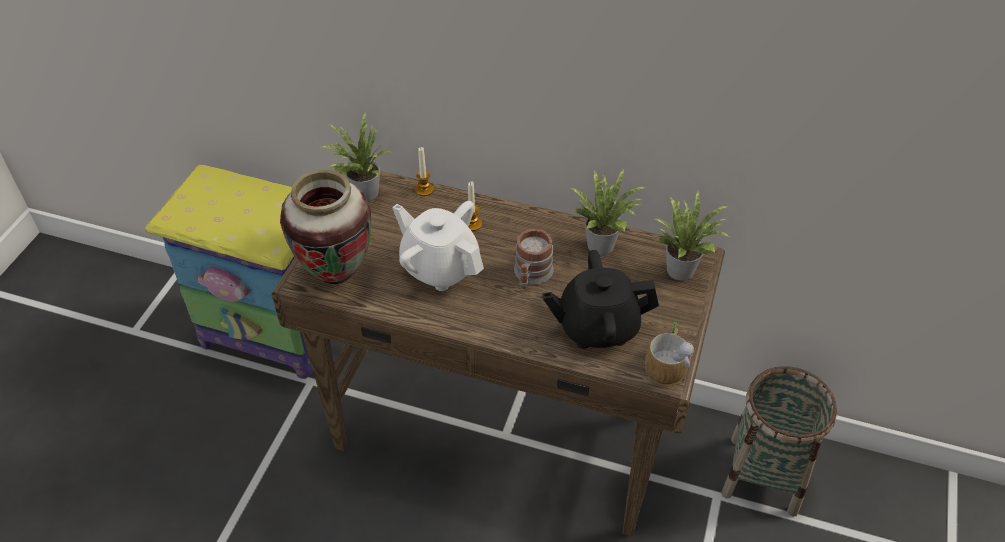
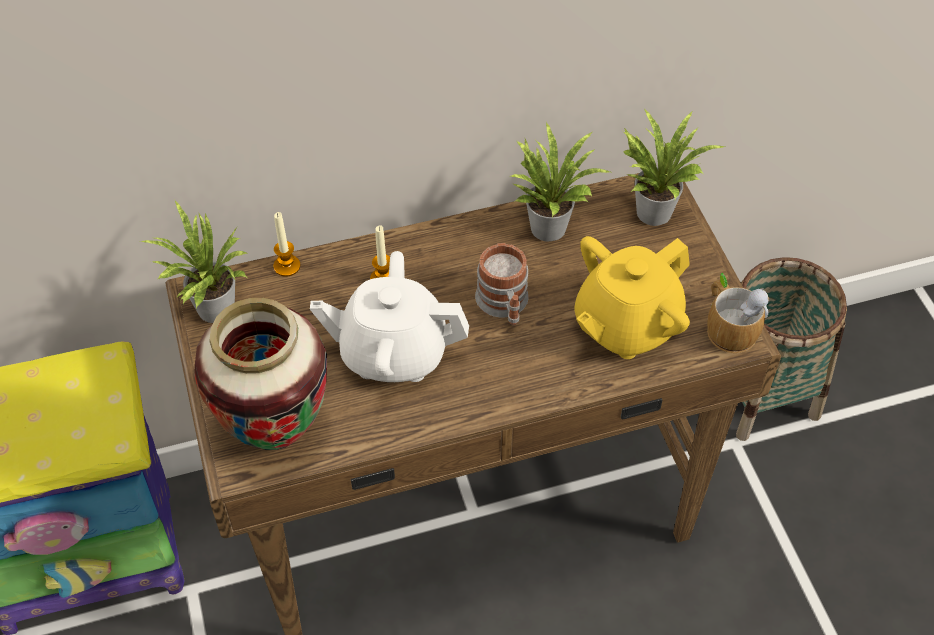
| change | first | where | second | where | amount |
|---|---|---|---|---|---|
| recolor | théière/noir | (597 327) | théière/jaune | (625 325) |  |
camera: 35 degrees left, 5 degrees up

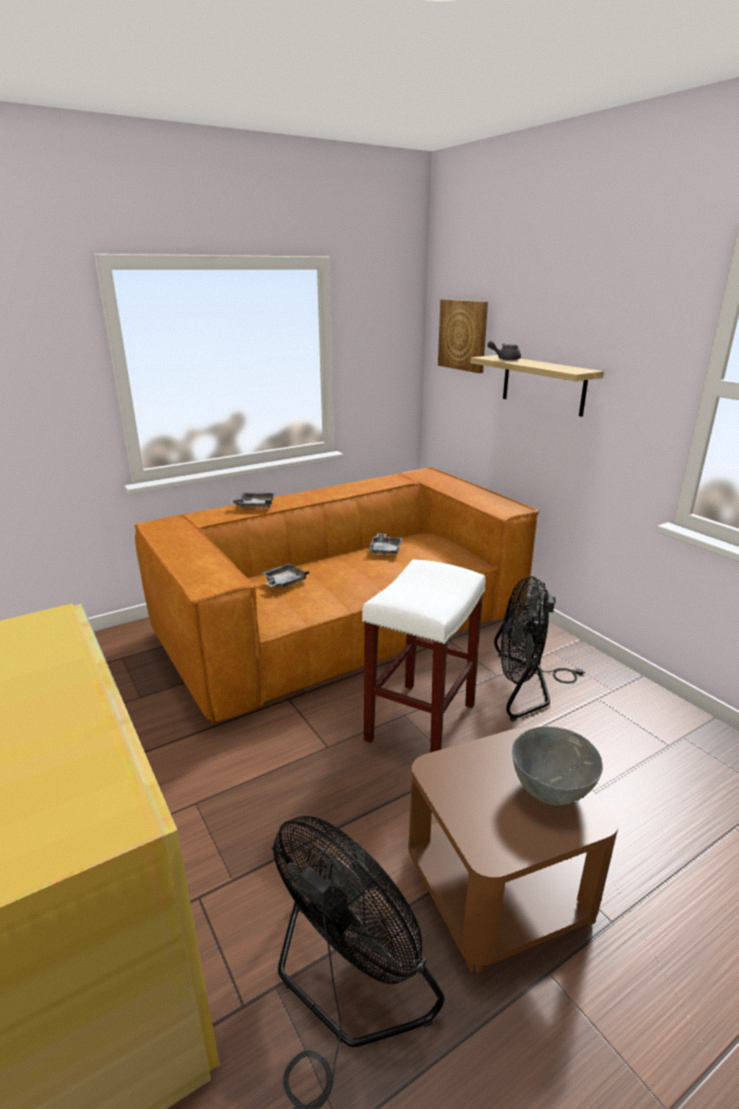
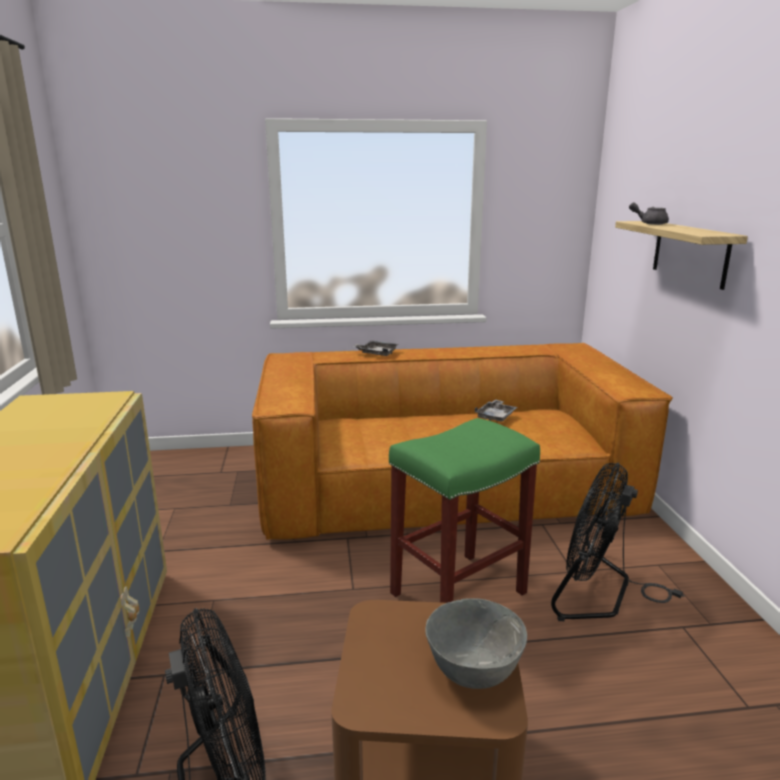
| change | first | where | second | where | amount |
|---|---|---|---|---|---|
| recolor | tabouret/blanc | (421 723) | tabouret/vert | (457 594) |  |
| delete | plateau/gris | (284 582) |  |  |  |
| delete | tableau | (463 335) |  |  |  |
camera: 25 degrees right, 5 degrees down

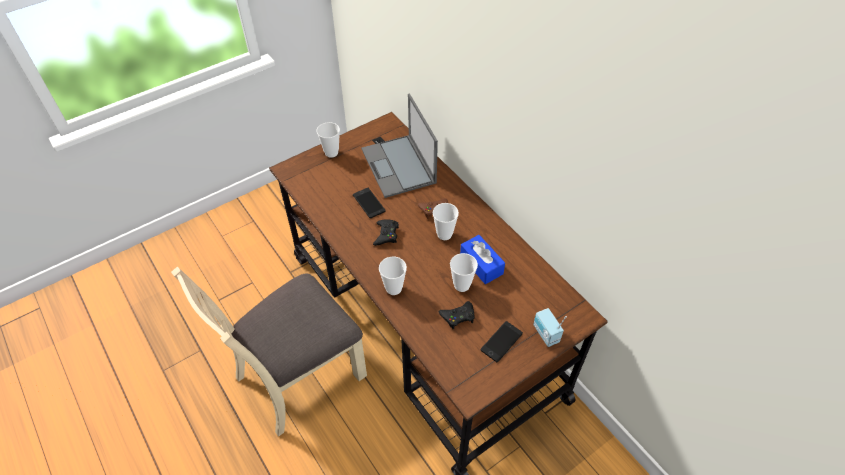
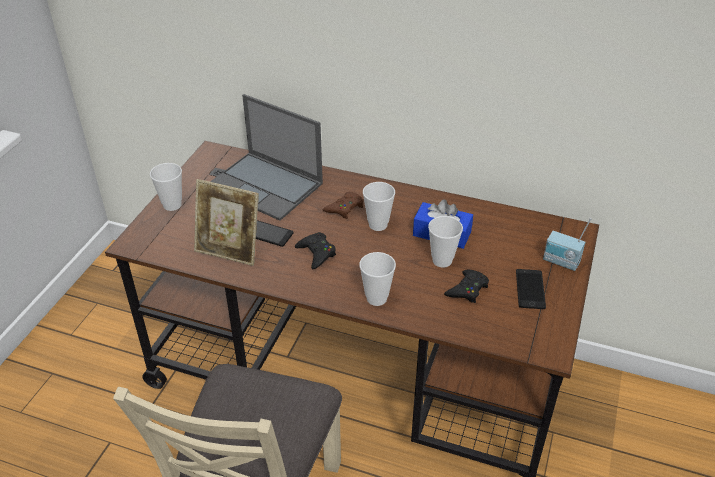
| change | first | where | second | where | amount |
|---|---|---|---|---|---|
| insert |  |  | cadre photo | (229 250) |  |
camera: 35 degrees left, 10 degrees down

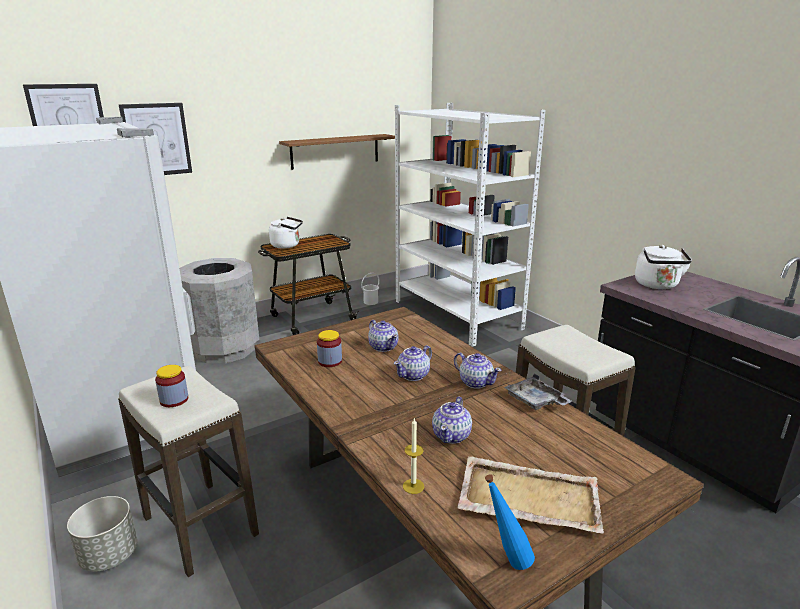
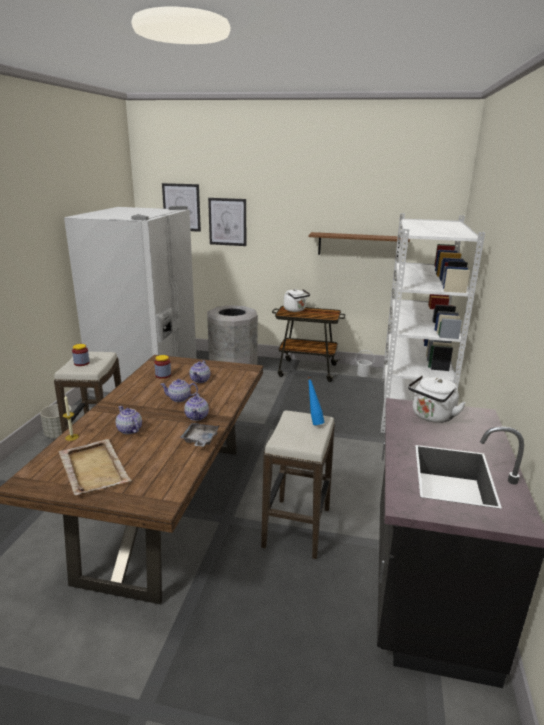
| change | first | where | second | where | amount |
|---|---|---|---|---|---|
| rotate | théière | (452 435) |  | (129 430) | 75 degrees clockwise |
| move | bouteille/bleu | (506 561) |  | (313 422) |  |
camera: 45 degrees right, 0 degrees up

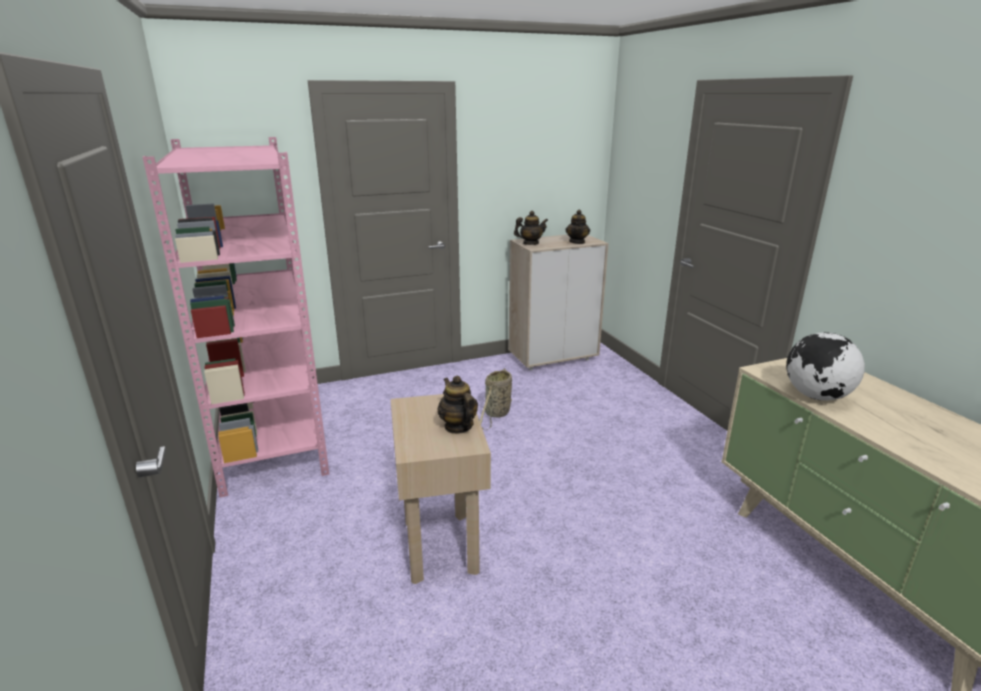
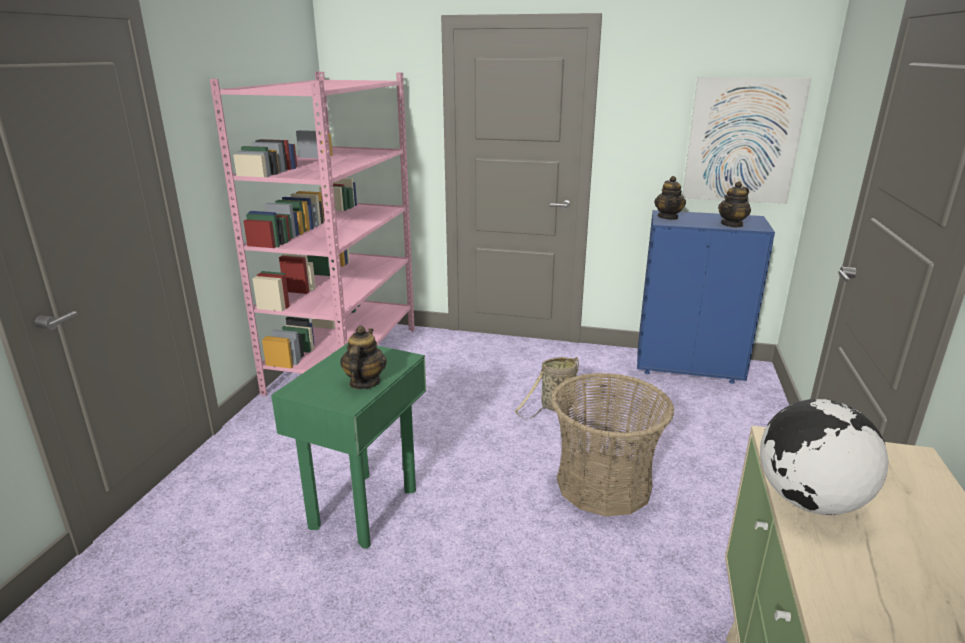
| change | first | where | second | where | amount |
|---|---|---|---|---|---|
| recolor | table d'appoint/beige | (441 545) | table d'appoint/vert | (365 508) |  |
| insert |  |  | panier | (604 484) |  |
| recolor | meuble de rangement/beige | (553 358) | meuble de rangement/bleu | (689 369) |  |
| rotate | théière | (530 243) |  | (668 217) | 75 degrees clockwise |
| insert |  |  | tableau | (742 141) |  |
camera: 35 degrees right, 0 degrees up

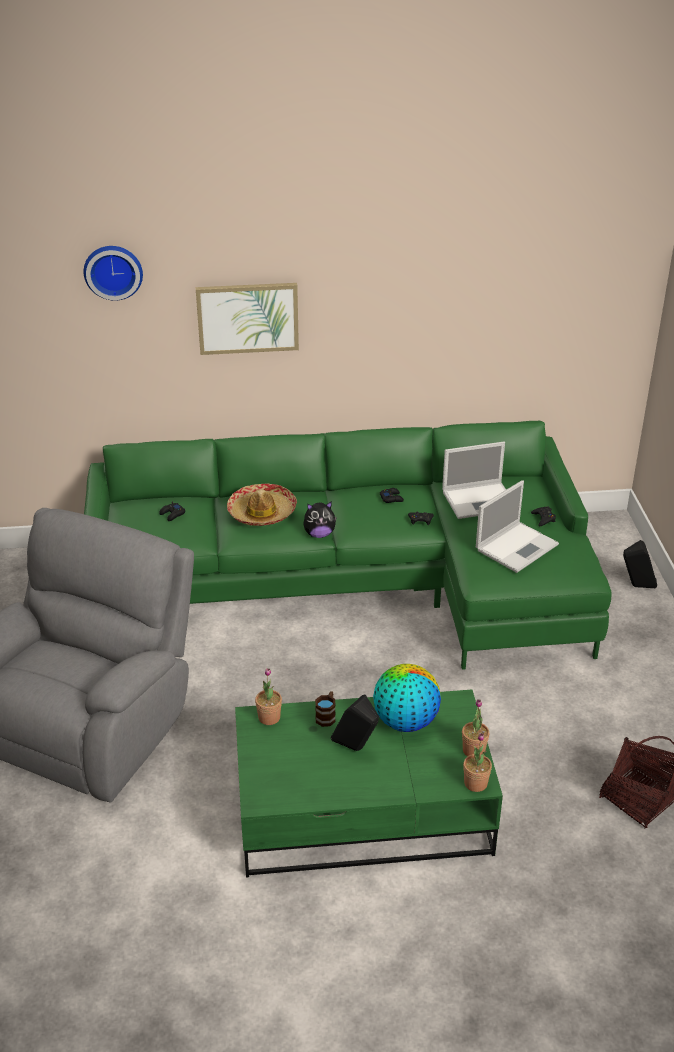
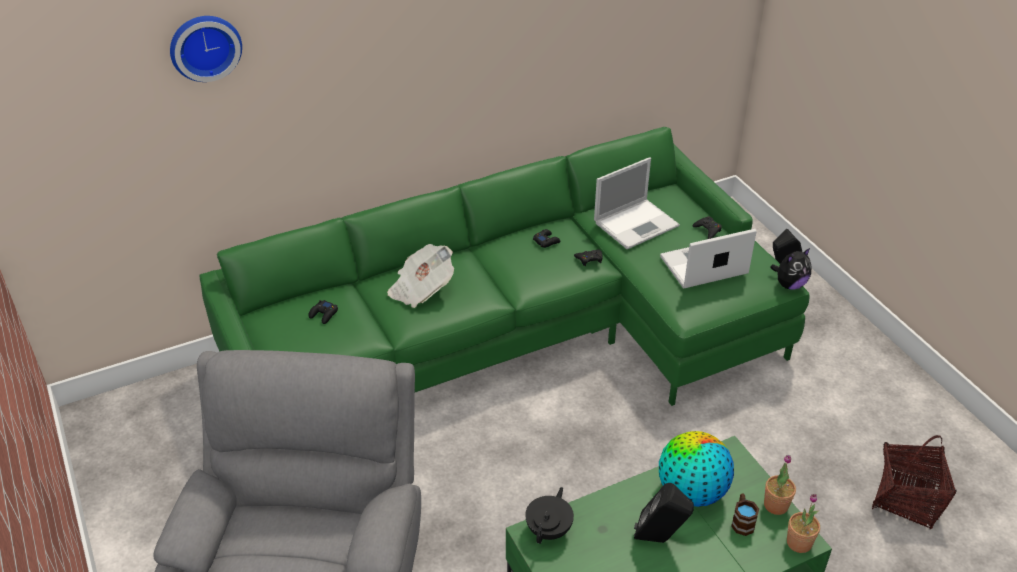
| change | first | where | second | where | amount |
|---|---|---|---|---|---|
| replace | chapeau | (262 512) | journal | (421 289) |  |
| replace | plante en pot | (269 717) | théière/noir | (549 530) |  |
| rotate | ordinateur portable | (517 546) |  | (702 266) | 135 degrees counterclockwise |
| move | mug/marron | (327 716) |  | (742 521) |  |
| move | peluche | (319 534) |  | (789 284) |  |
| delete | tableau | (247 317) |  |  |  |
camera: 20 degrees left, 5 degrees up

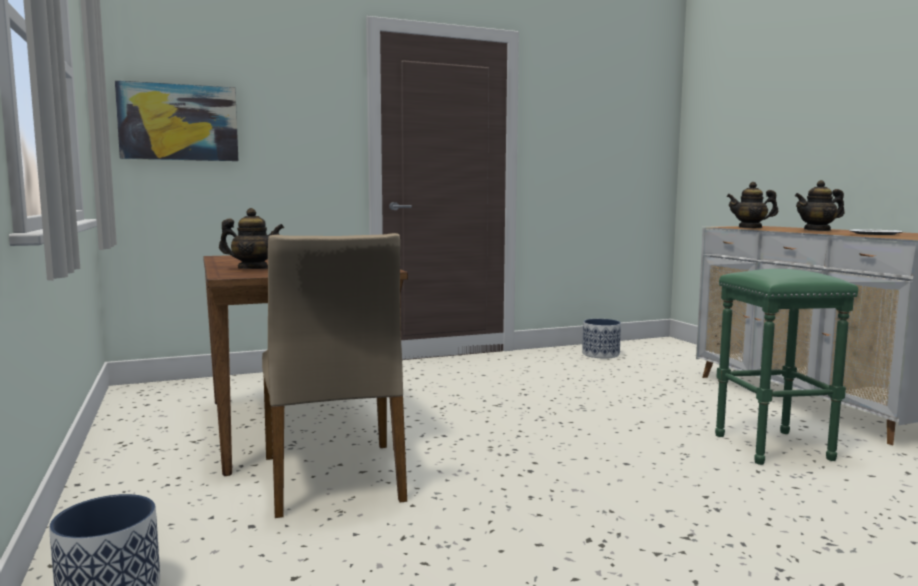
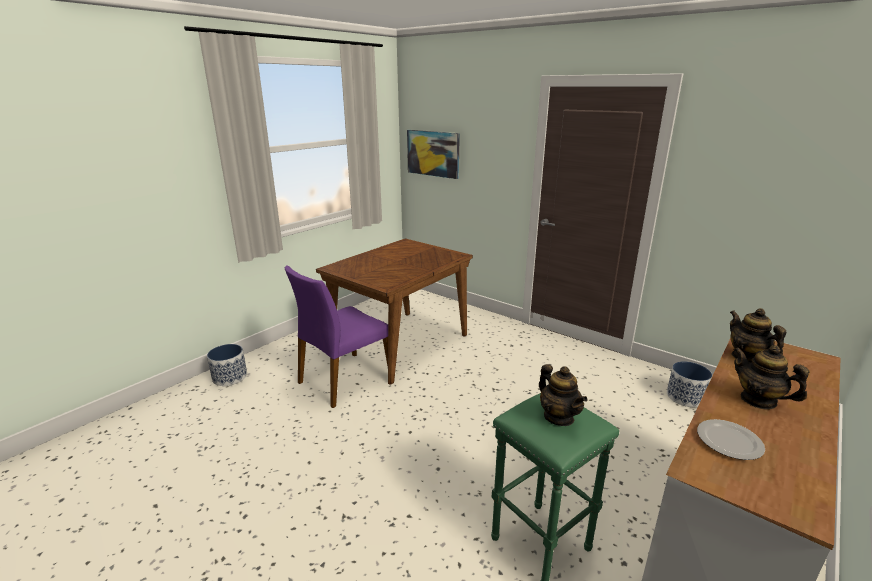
| change | first | where | second | where | amount |
|---|---|---|---|---|---|
| recolor | chaise/beige | (334 478) | chaise/violet | (344 379) |  |
| move | théière | (253 269) |  | (558 417) |  |
camera: 60 degrees right, 15 degrees up

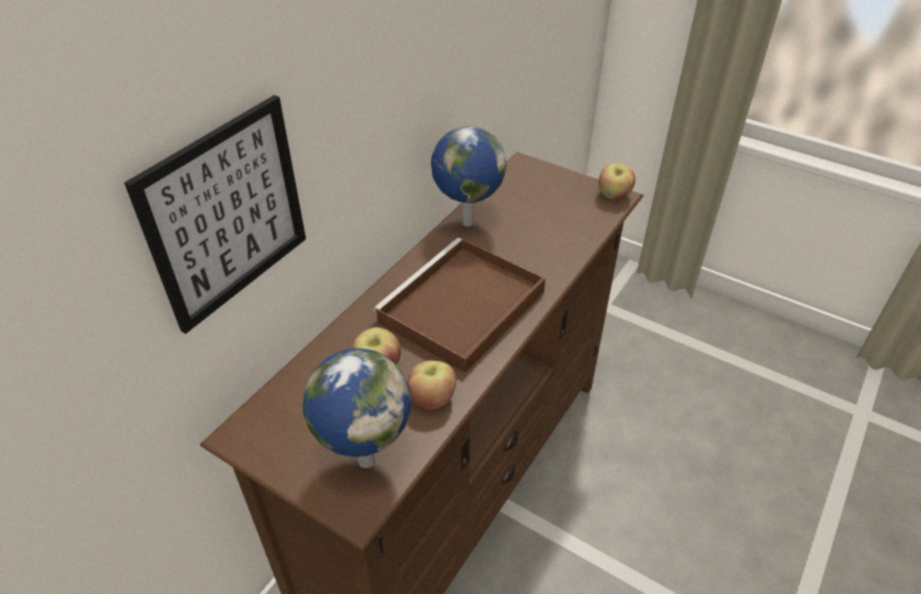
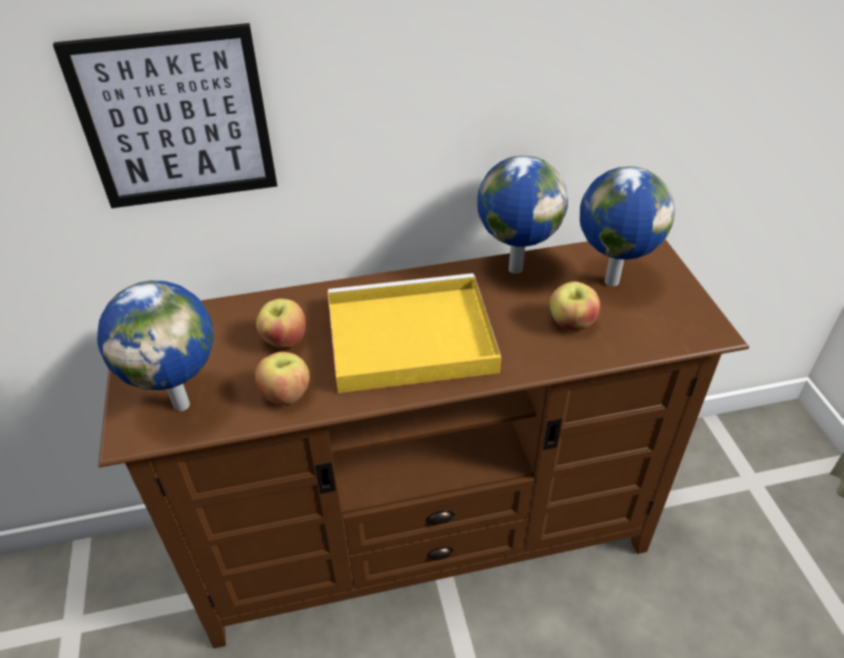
| change | first | where | second | where | amount |
|---|---|---|---|---|---|
| recolor | plateau/marron | (460 309) | plateau/jaune | (406 338) |  |
| move | pomme | (614 195) |  | (571 323) |  |
| insert |  |  | globe | (610 281) |  |
camera: 45 degrees right, 0 degrees up

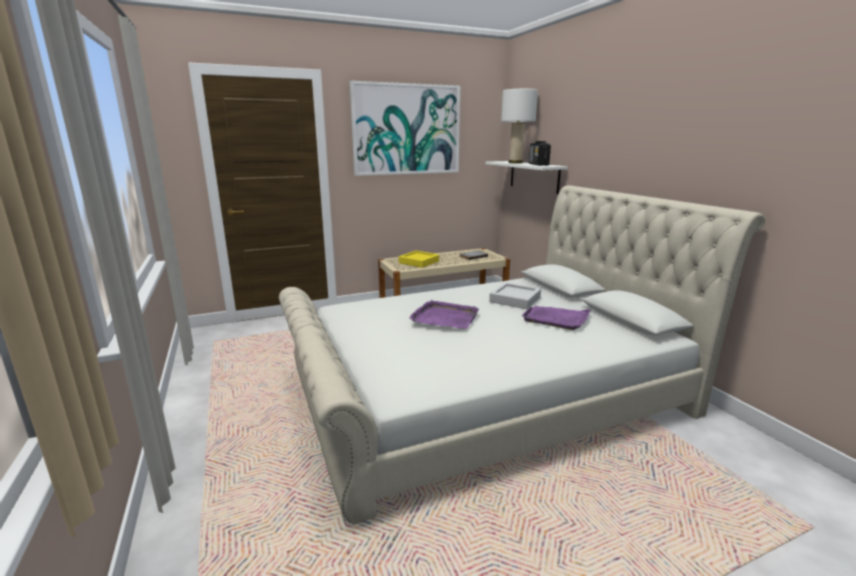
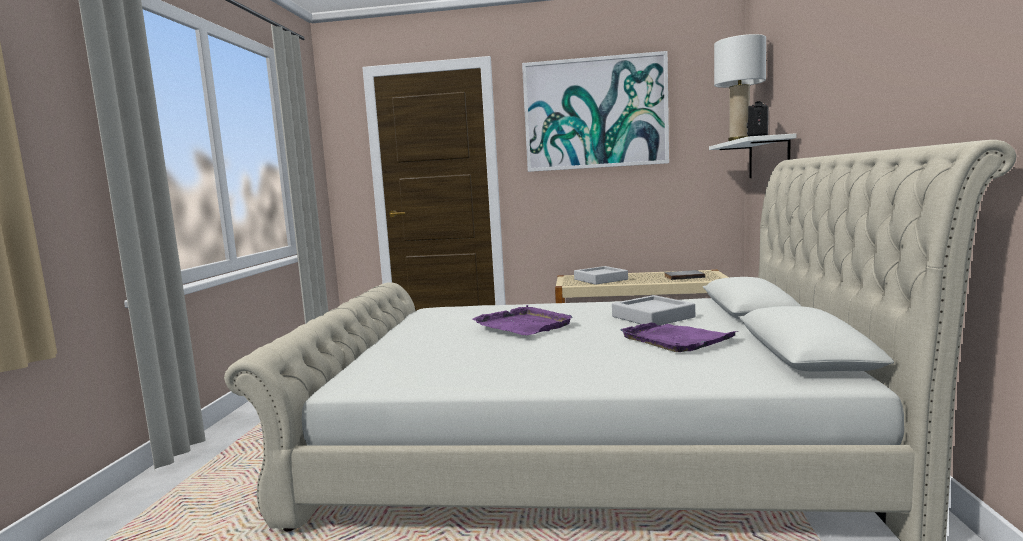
| change | first | where | second | where | amount |
|---|---|---|---|---|---|
| recolor | plateau/jaune | (419 262) | plateau/gris | (600 279) |  |
camera: 30 degrees right, 10 degrees down

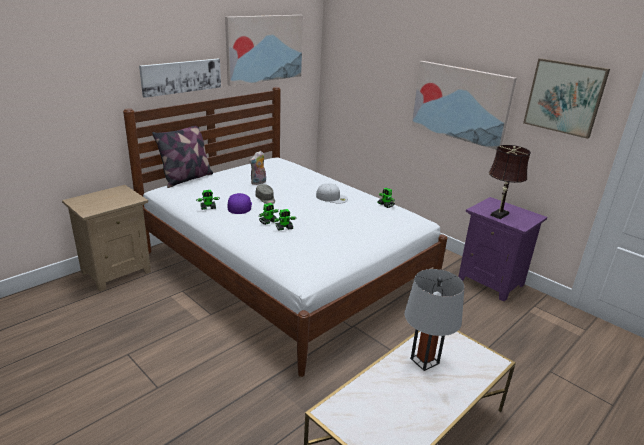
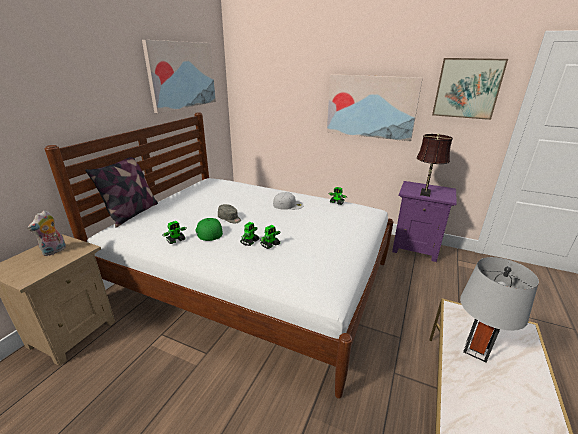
| change | first | where | second | where | amount |
|---|---|---|---|---|---|
| move | peluche | (258 183) |  | (54 251) |  |
| recolor | casquette/violet | (239 206) | casquette/vert | (208 231) |  |
| delete | tableau | (181 76) |  |  |  |
camera: 20 degrees left, 0 degrees up

